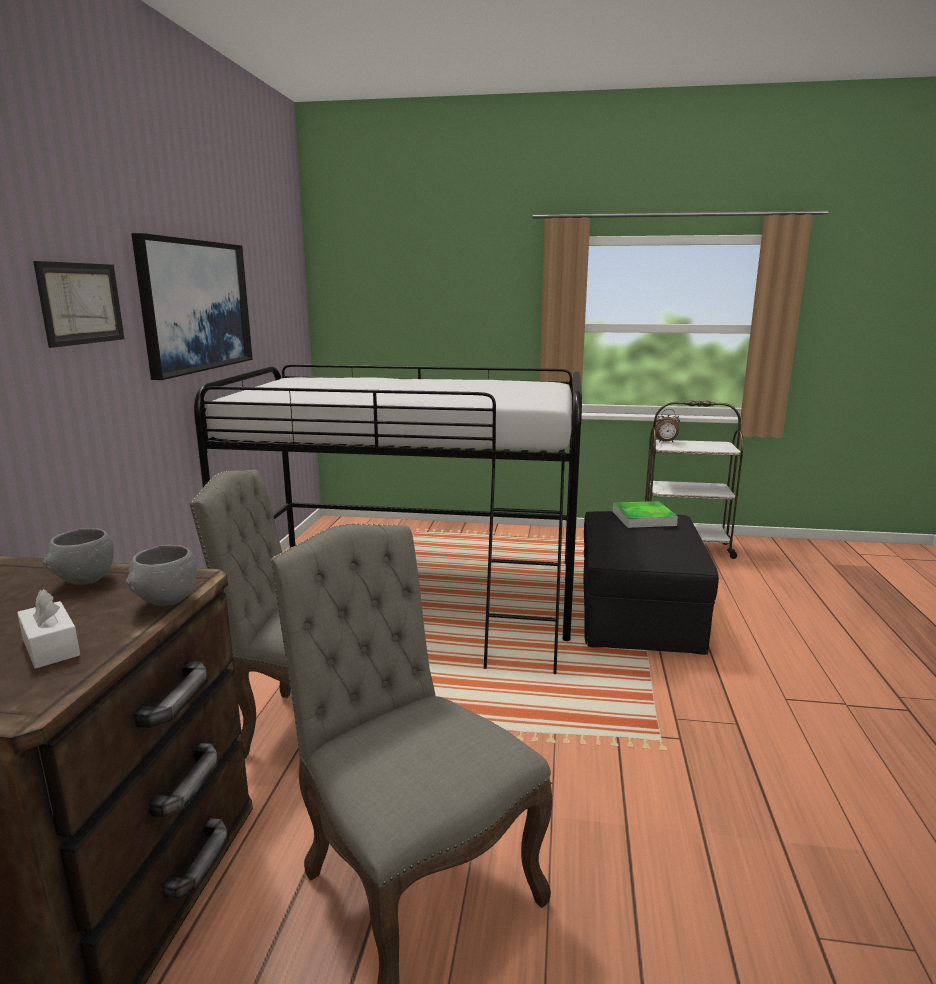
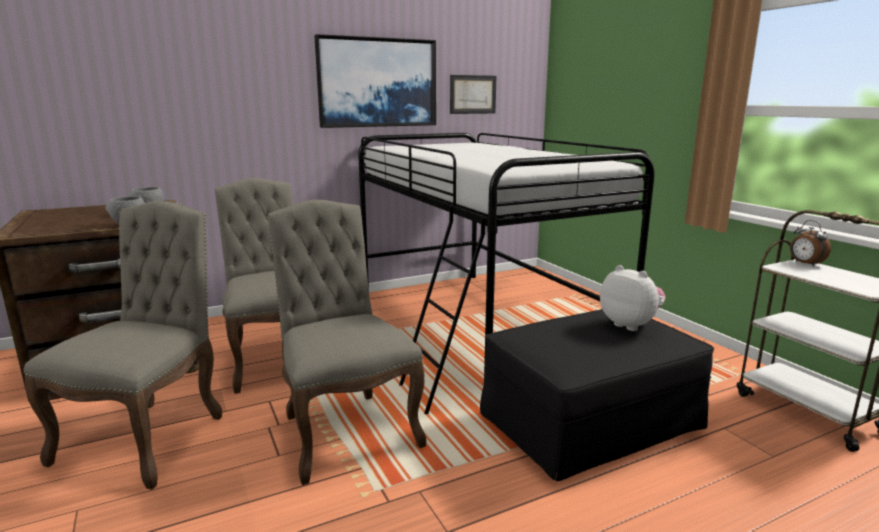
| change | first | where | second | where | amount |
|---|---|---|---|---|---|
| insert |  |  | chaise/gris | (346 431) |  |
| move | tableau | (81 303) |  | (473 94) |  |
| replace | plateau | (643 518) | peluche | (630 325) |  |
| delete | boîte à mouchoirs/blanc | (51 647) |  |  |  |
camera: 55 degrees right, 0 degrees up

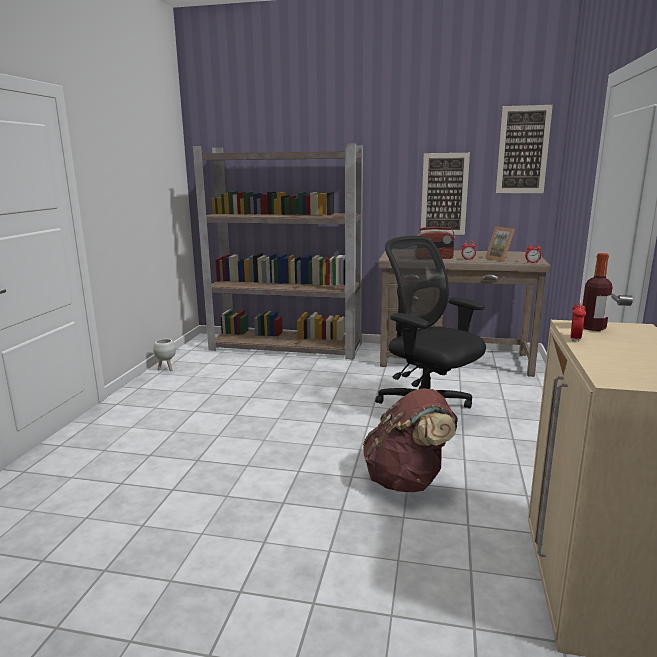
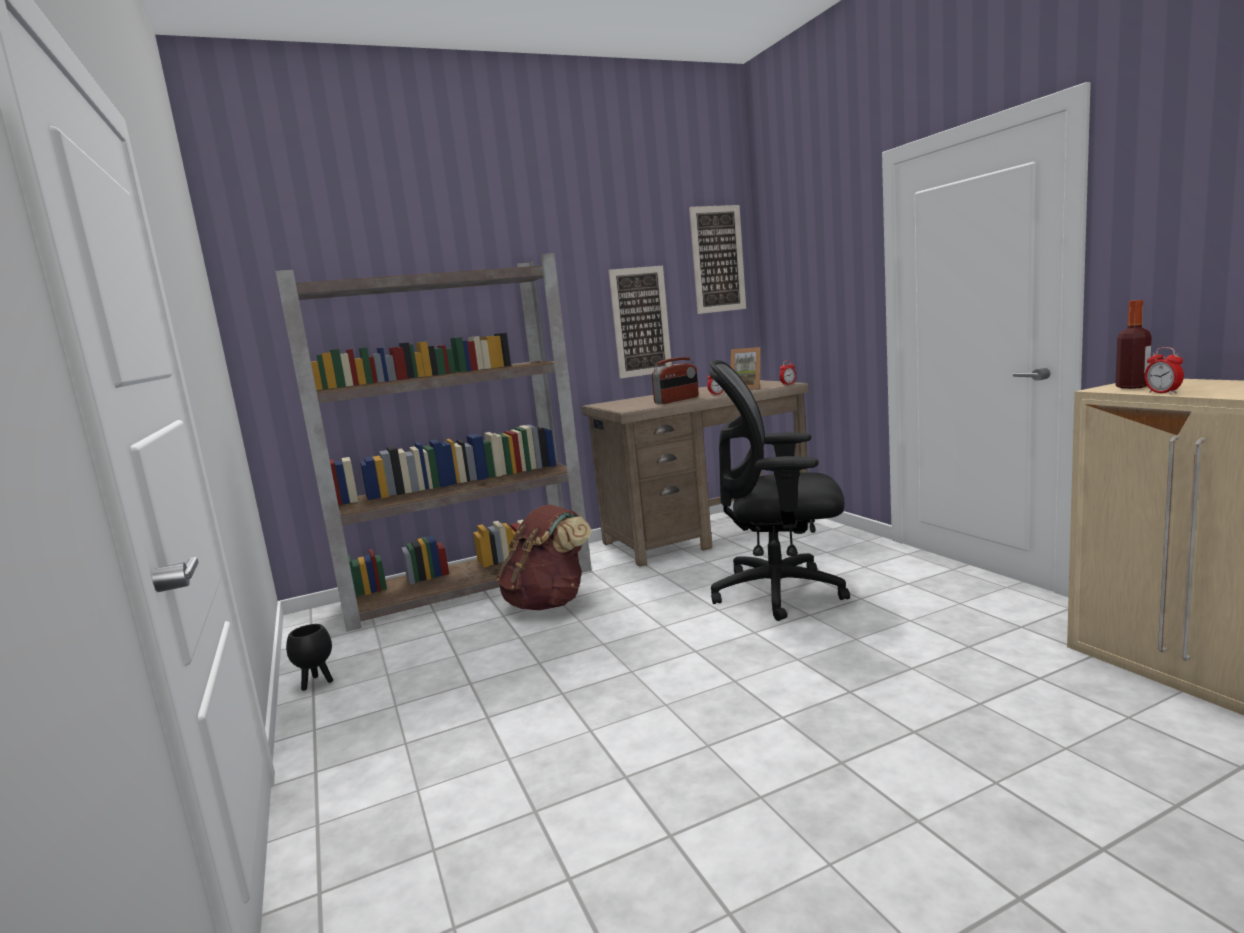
| change | first | where | second | where | amount |
|---|---|---|---|---|---|
| recolor | cache-pot/blanc | (166 369) | cache-pot/noir | (317 683) |  |
| move | sac à dos/marron | (407 480) |  | (549 603) |  |
camera: 35 degrees left, 5 degrees down

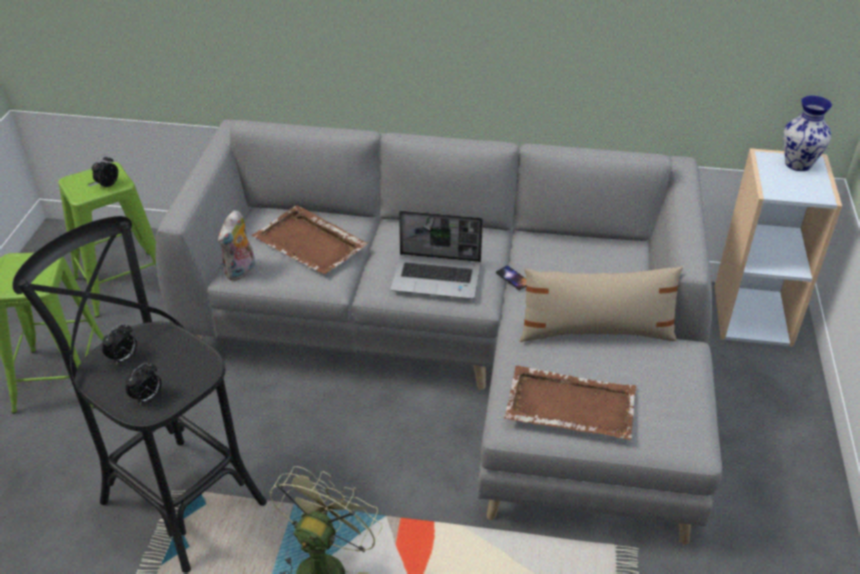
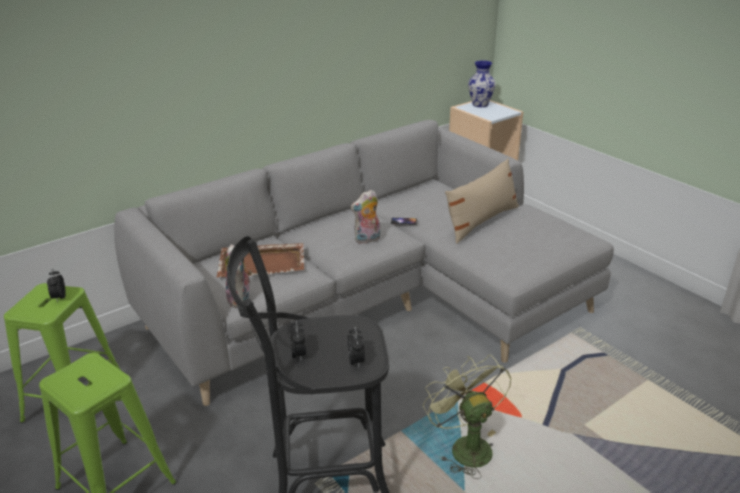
| change | first | where | second | where | amount |
|---|---|---|---|---|---|
| replace | ordinateur portable | (437 277) | peluche | (367 240) |  |
| delete | plateau/marron | (569 405) |  |  |  |
camera: 45 degrees left, 10 degrees down

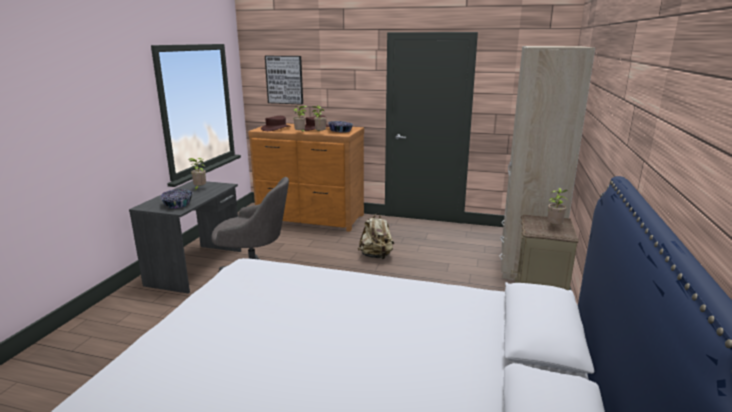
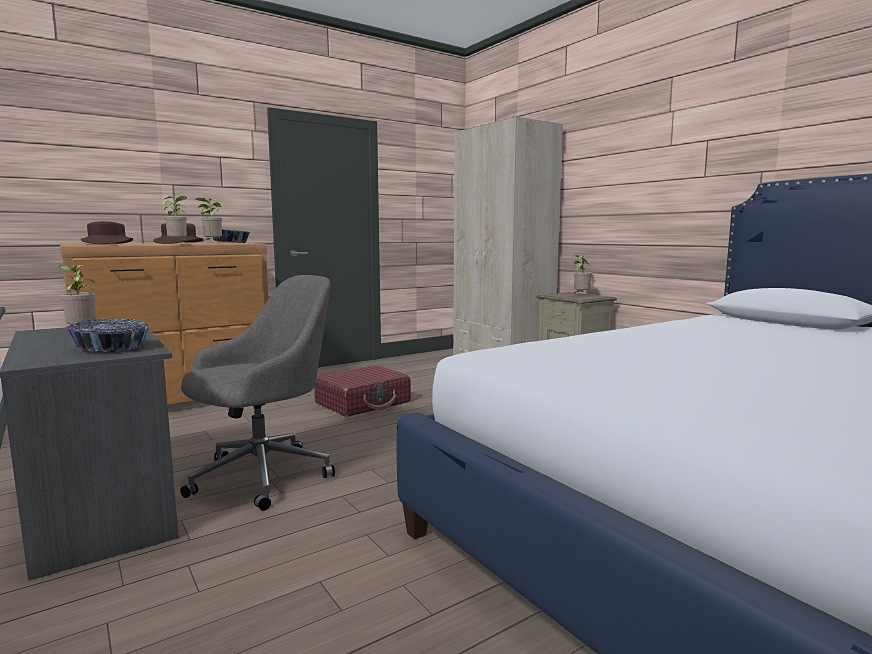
| change | first | where | second | where | amount |
|---|---|---|---|---|---|
| replace | sac à dos/beige | (376 256) | valise/rouge | (363 403) |  |
| delete | tableau | (284 79) |  |  |  |
camera: 50 degrees left, 10 degrees down

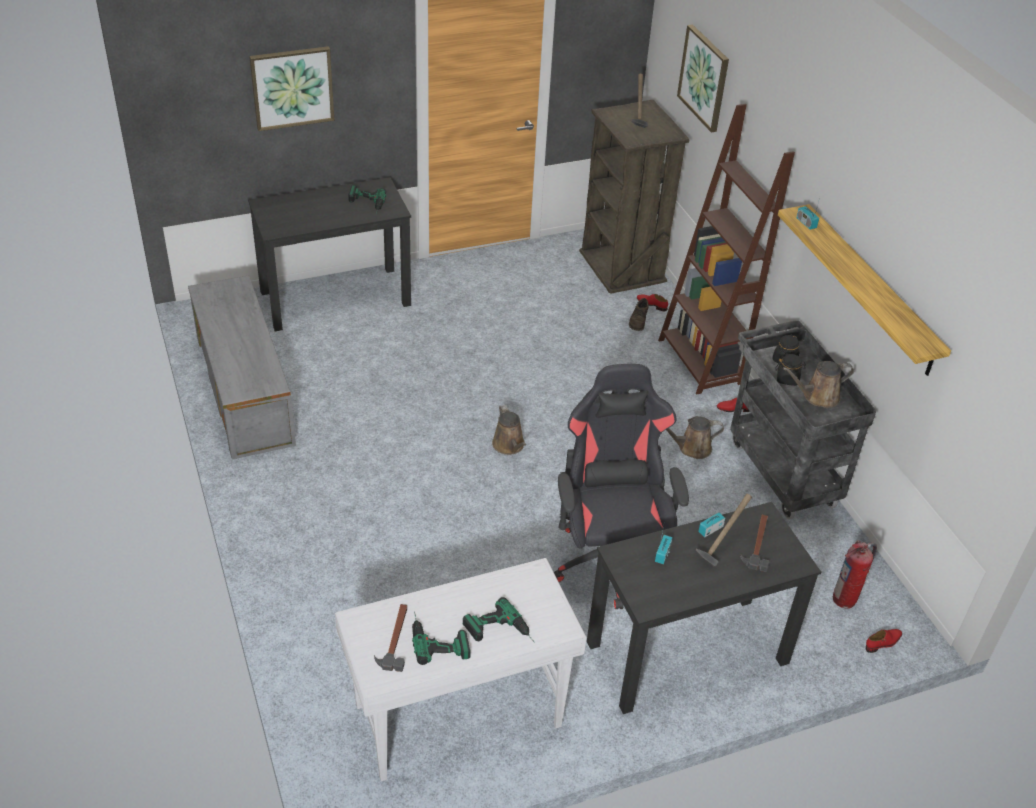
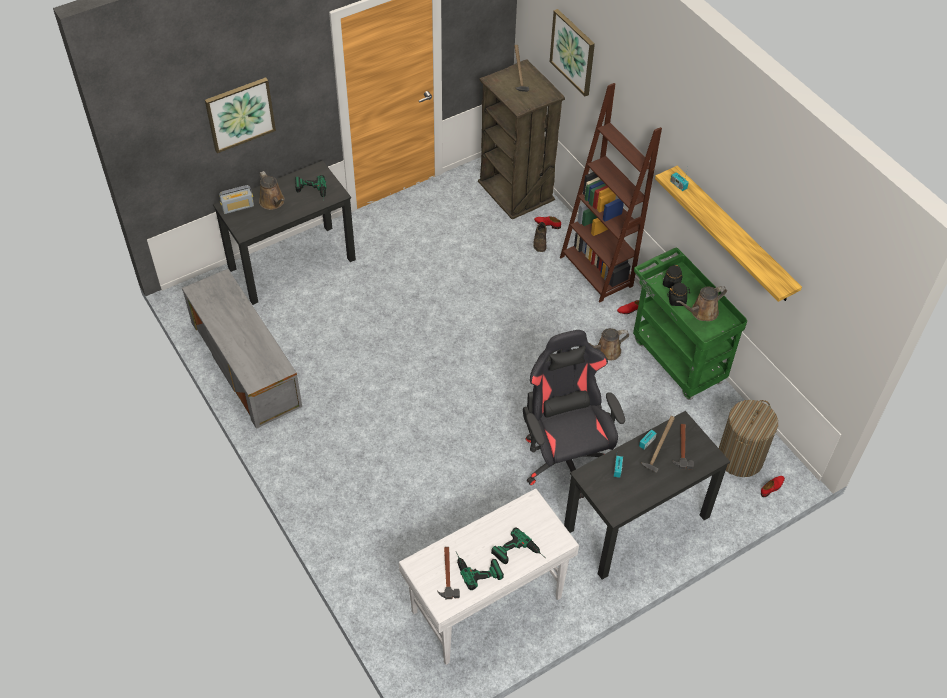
| change | first | where | second | where | amount |
|---|---|---|---|---|---|
| insert |  |  | radio | (238 207) |  |
| move | arrosoir/marron | (509 446) |  | (273 202) |  |
| recolor | chariot/noir | (779 471) | chariot/vert | (674 359) |  |
| replace | extincteur | (845 599) | panier à linge | (740 458) |  |
camera: 10 degrees left, 10 degrees up

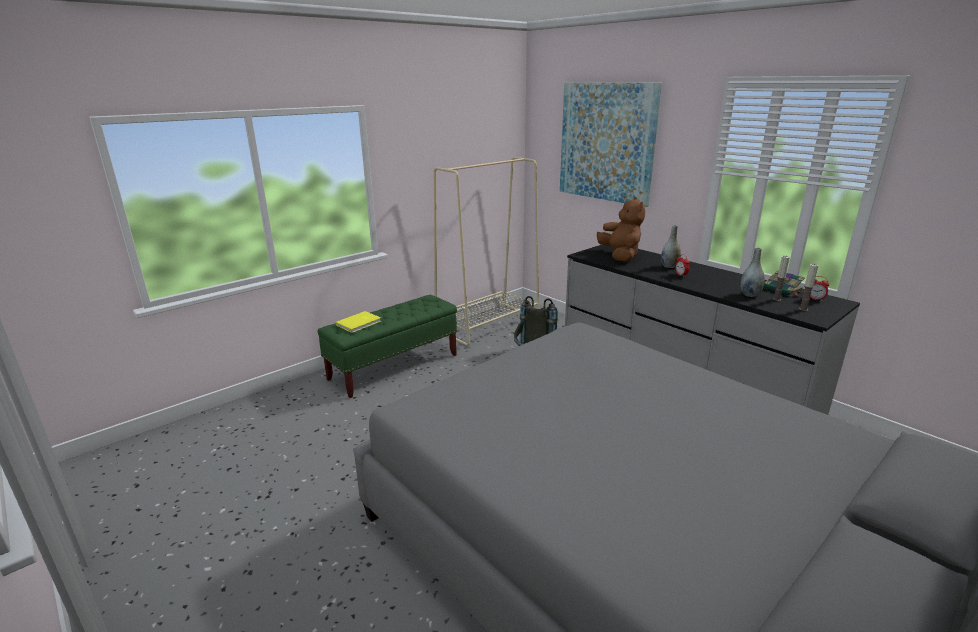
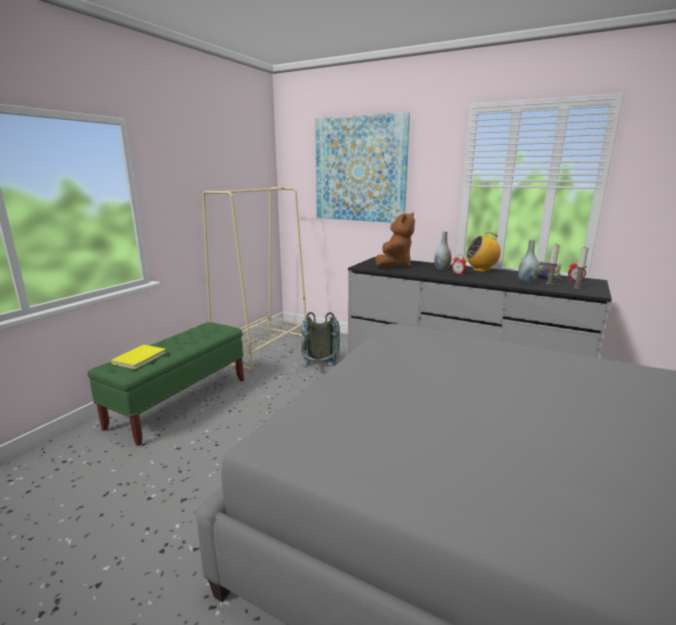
| change | first | where | second | where | amount |
|---|---|---|---|---|---|
| rotate | peluche/marron | (620 256) |  | (394 265) | 60 degrees clockwise |
| insert |  |  | radio | (481 270) |  |
camera: 20 degrees left, 5 degrees down

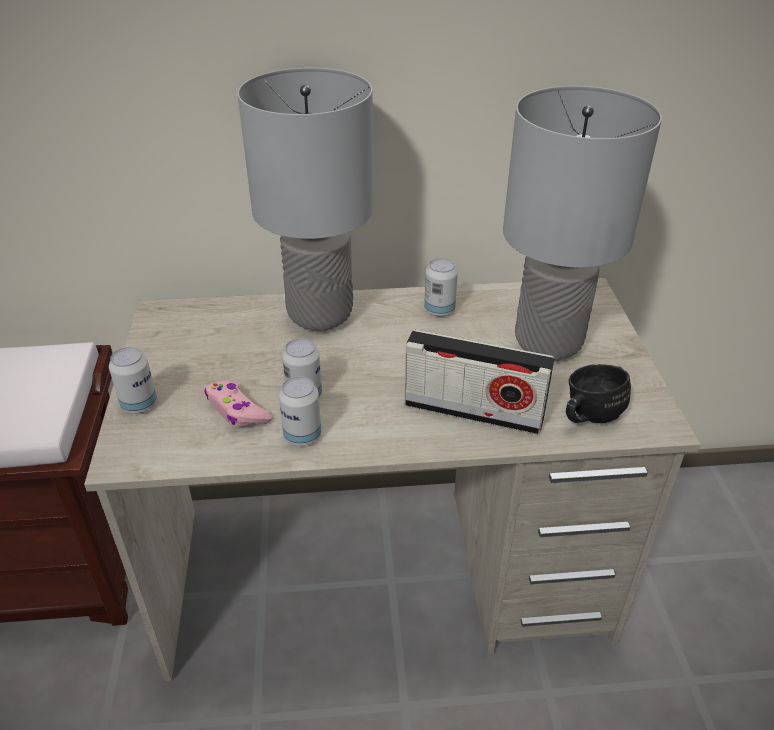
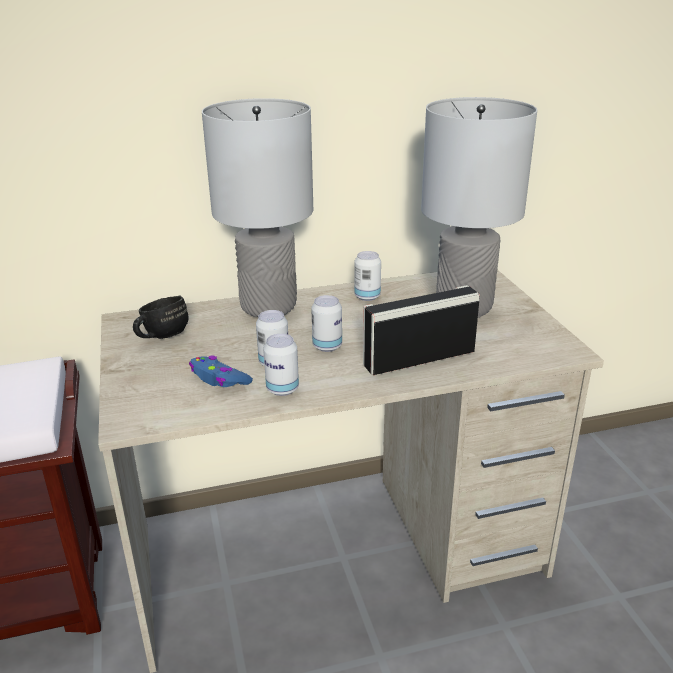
| change | first | where | second | where | amount |
|---|---|---|---|---|---|
| move | mug/noir | (587 415) |  | (160 337) |  |
| recolor | manette/rose | (237 411) | manette/bleu | (219 379) |  |
| move | boîte métallique | (139 405) |  | (327 346) |  |
| rotate | radio | (473 411) |  | (419 358) | 150 degrees clockwise |
camera: 10 degrees left, 10 degrees down

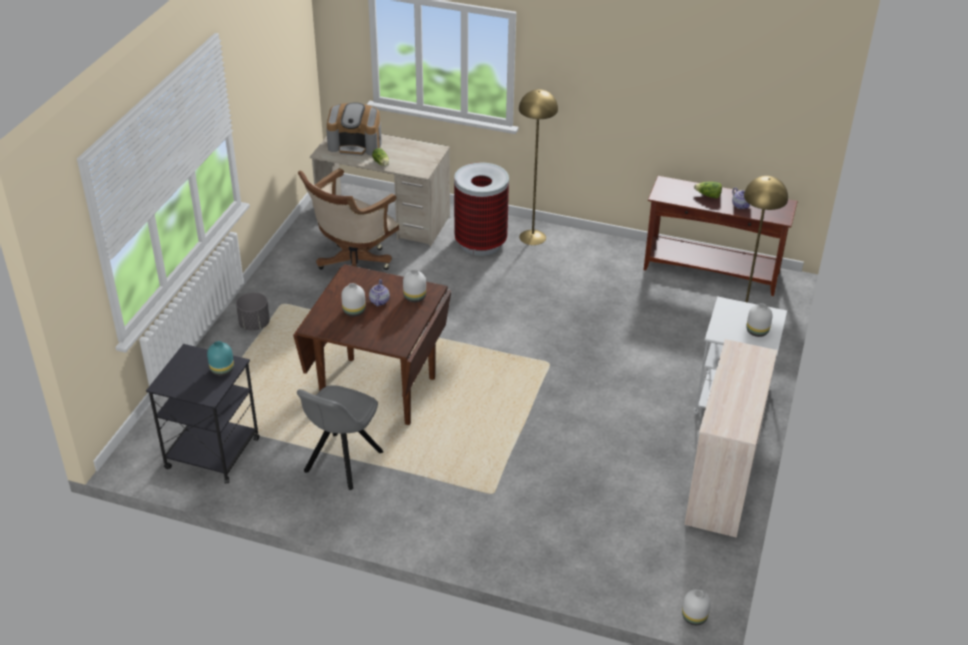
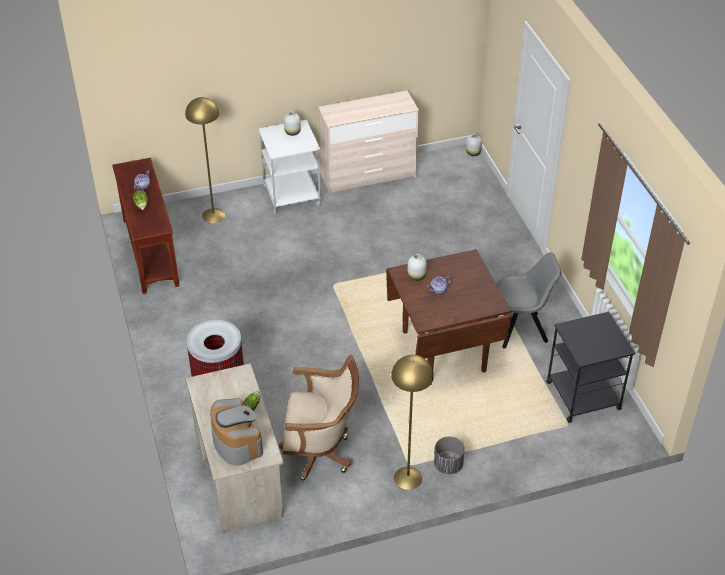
| change | first | where | second | where | amount |
|---|---|---|---|---|---|
| move | lampadaire/jaune | (532 237) |  | (408 478) |  |
| delete | vase/turquoise | (221 370) |  |  |  |
| delete | vase/blanc | (353 311) |  |  |  |
camera: 125 degrees left, 5 degrees up

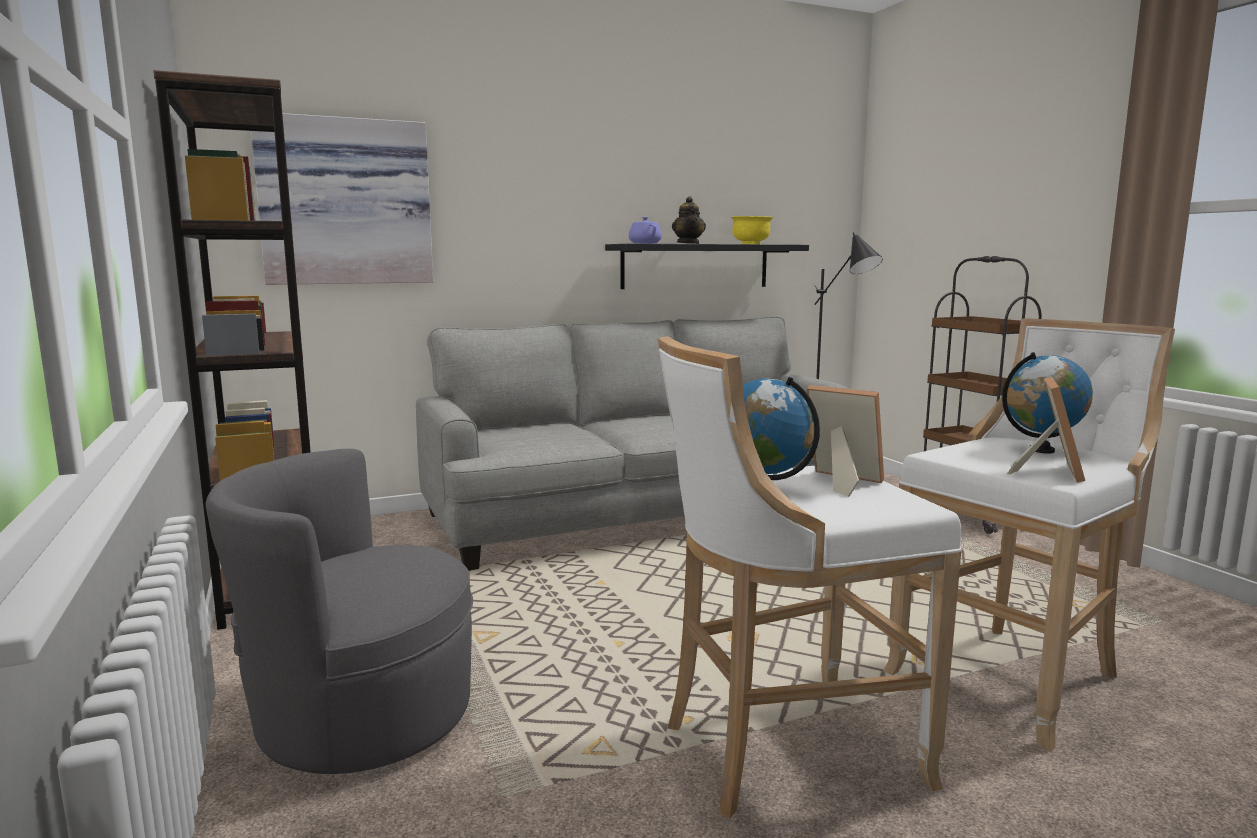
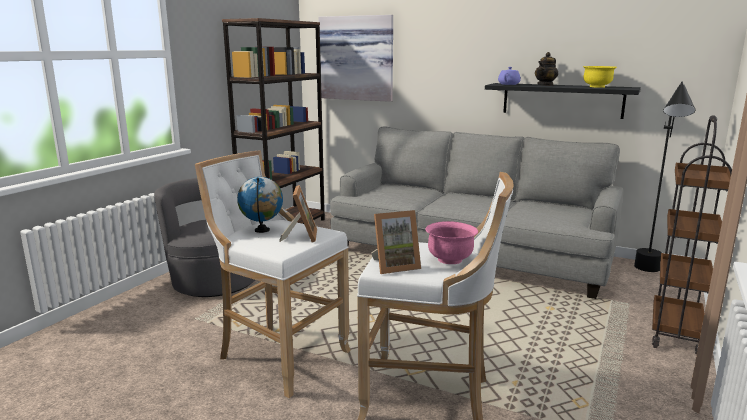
| change | first | where | second | where | amount |
|---|---|---|---|---|---|
| replace | globe | (1041 450) | bol/rose | (450 260) |  |
camera: 50 degrees right, 5 degrees up

